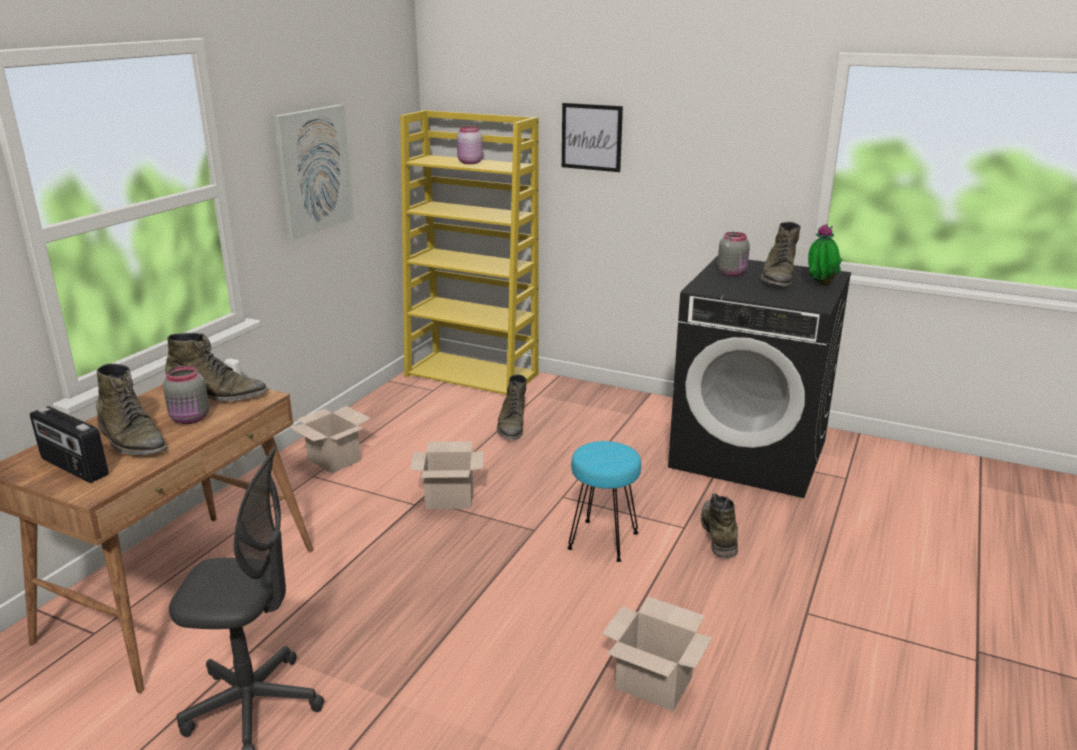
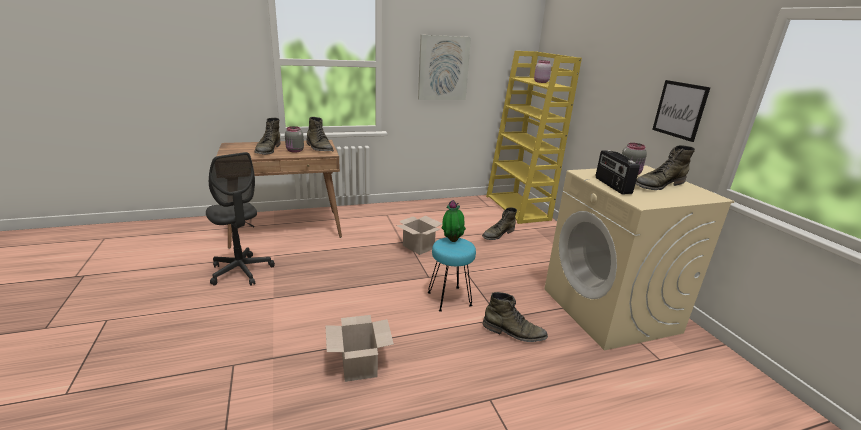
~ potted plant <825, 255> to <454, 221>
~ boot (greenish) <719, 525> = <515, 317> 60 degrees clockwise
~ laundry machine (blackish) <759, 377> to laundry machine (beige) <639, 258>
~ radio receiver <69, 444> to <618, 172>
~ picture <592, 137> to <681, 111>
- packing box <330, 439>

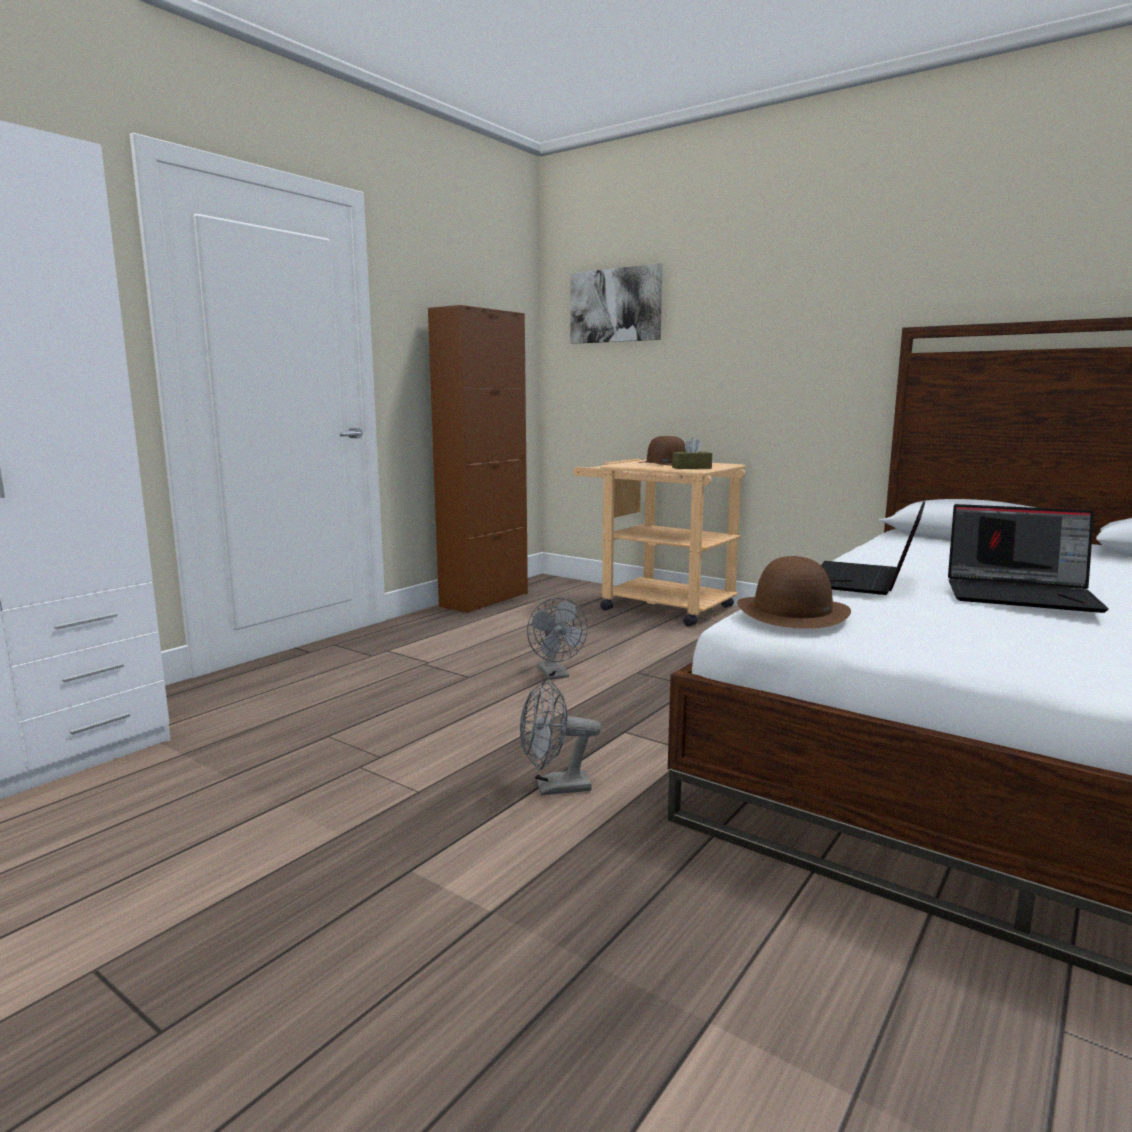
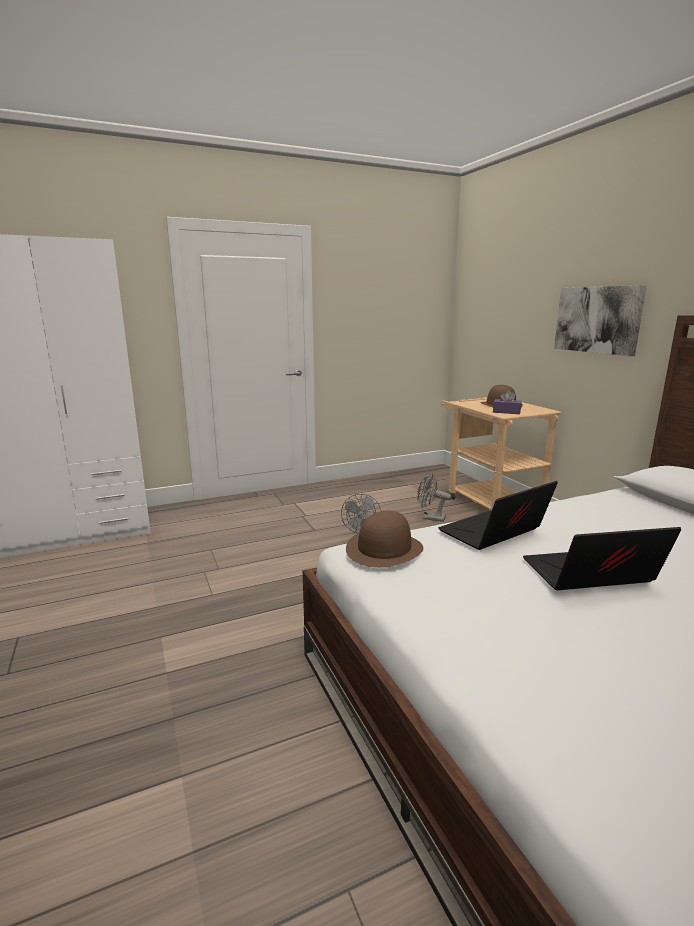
~ fan (grey) <560, 736> to <434, 497>
~ tissue box (brownish) <692, 453> to tissue box (purplish) <507, 402>
~ laptop <1028, 558> = <602, 558> 120 degrees clockwise
~ picture <616, 303> to <600, 320>
- cabinet (brownish) <478, 459>

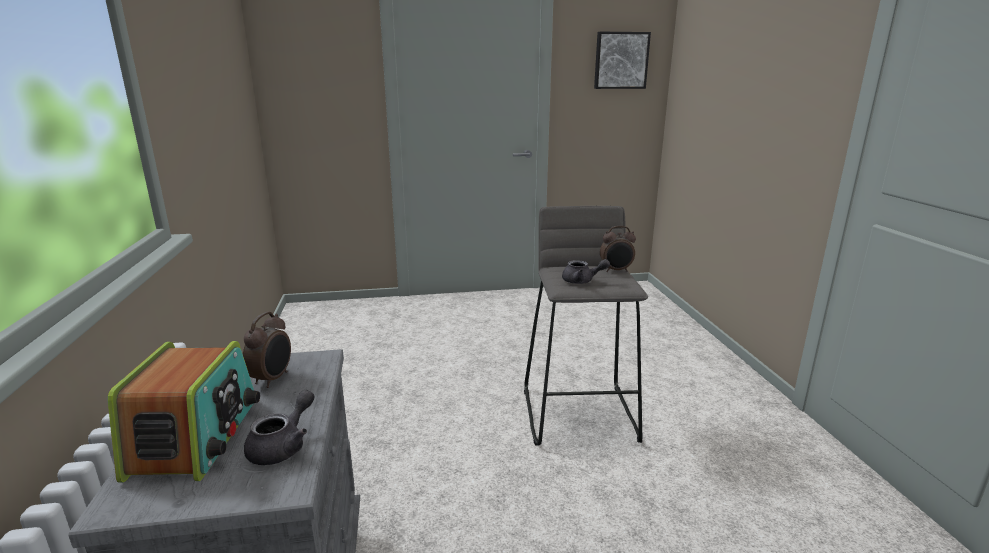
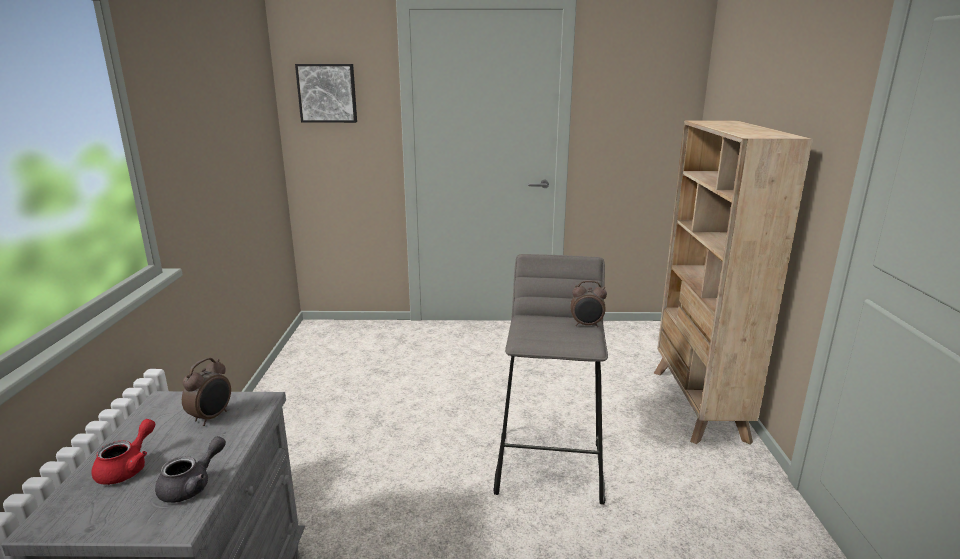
~ radio receiver <184, 412> to pot for tea (red-coloured) <123, 452>
~ picture <622, 60> to <326, 93>
+ shelving unit (beige) <733, 282>
- pot for tea (grey) <586, 271>

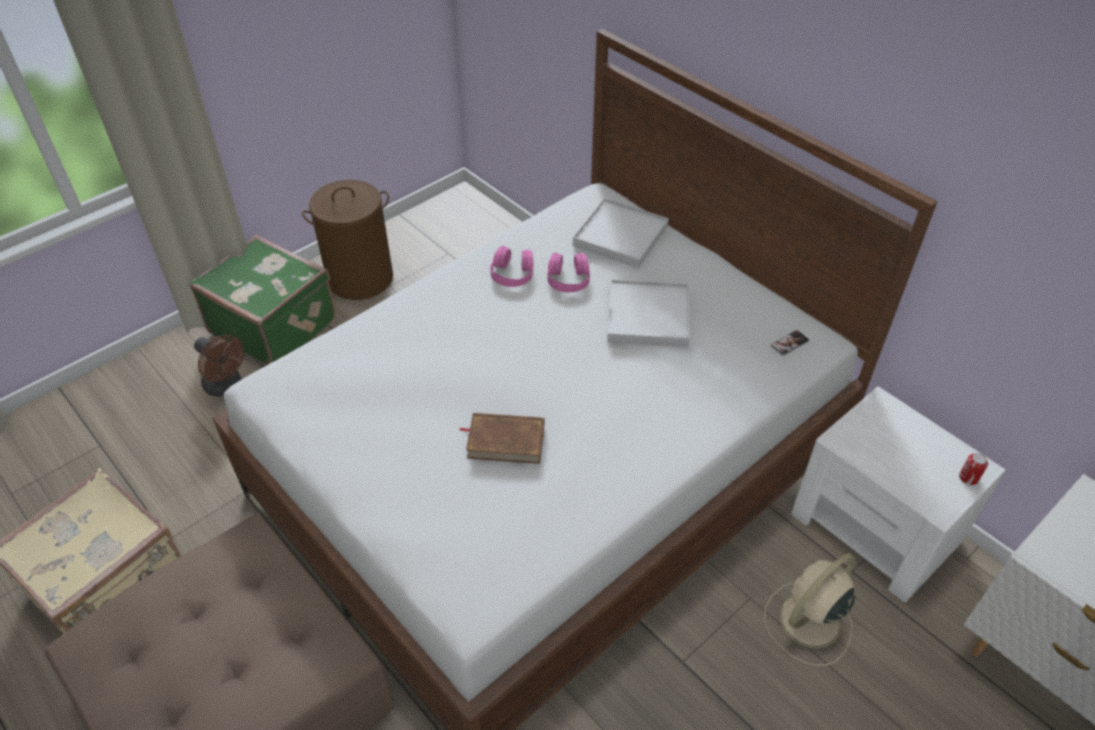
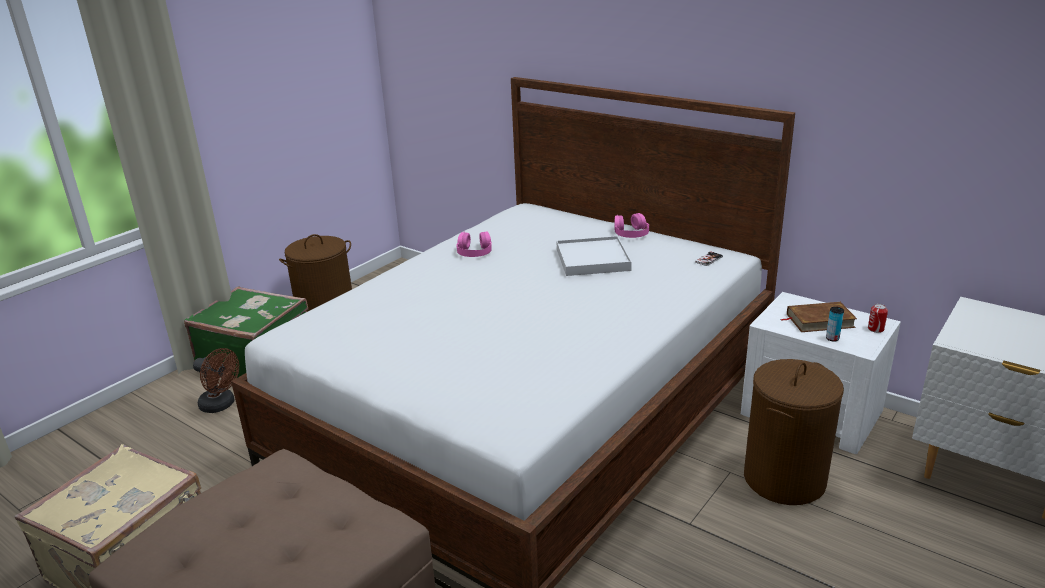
~ pair of headphones (pinkish) <568, 272> to <631, 225>
~ fan (beige) <810, 609> to washing basket (brownish) <794, 432>
~ bound book (brownish) <502, 438> to <819, 317>
+ metal can <835, 324>
- tray (whitish) <621, 233>

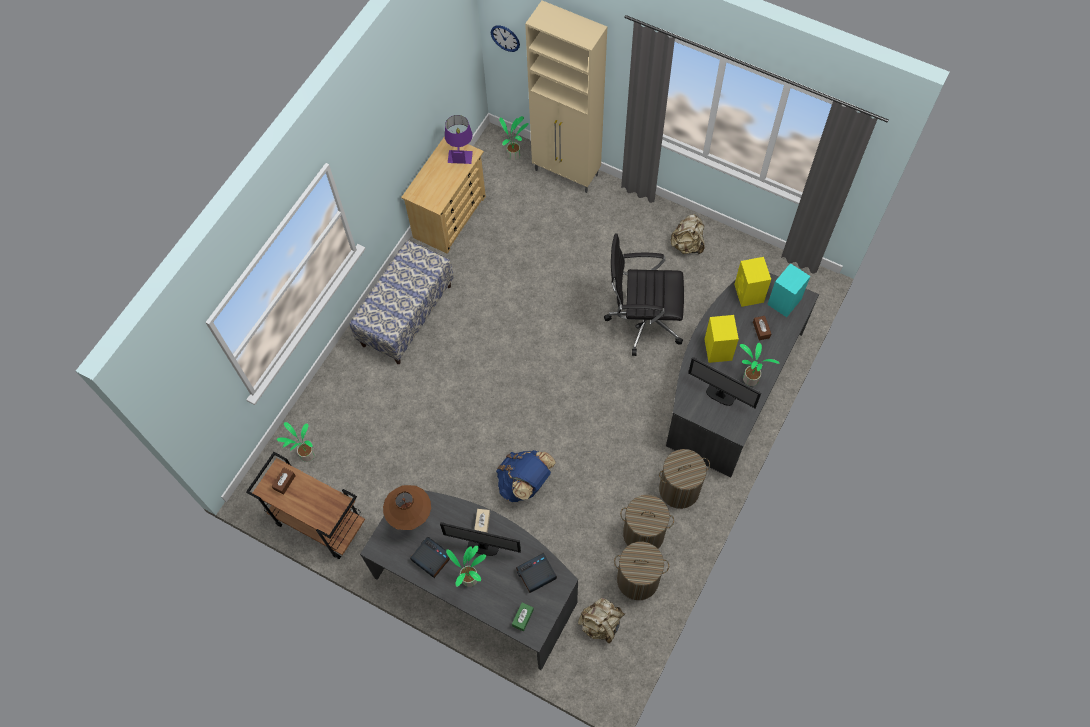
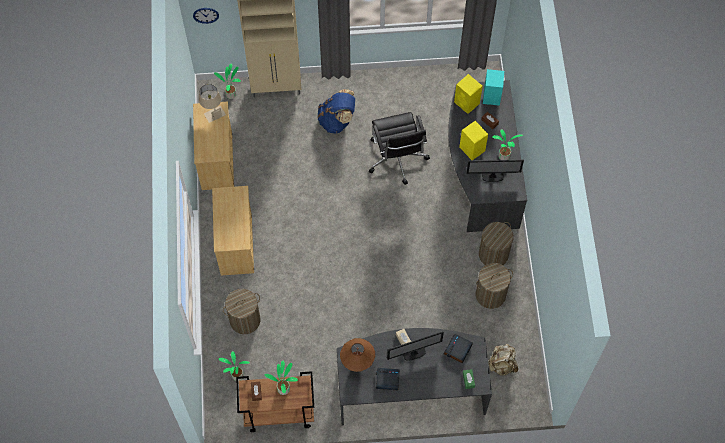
~ table lamp (purplish) <459, 139> to table lamp (beige) <212, 103>
~ indoor bench <402, 302> to drawer chest (beige) <233, 231>
~ washing basket <641, 571> to <241, 311>
~ potted plant <466, 566> to <281, 377>
~ knapsack (bluish) <526, 476> to <336, 111>
~ computer chair (blackish) <644, 294> = <399, 148> 75 degrees counterclockwise
- knapsack (beige) <688, 234>

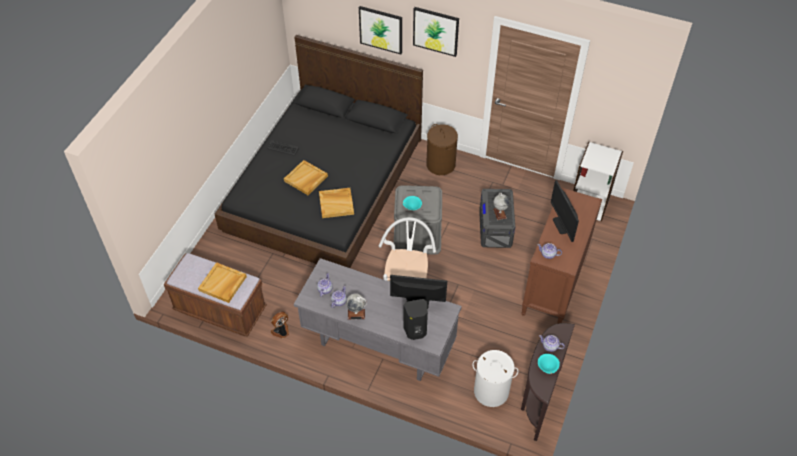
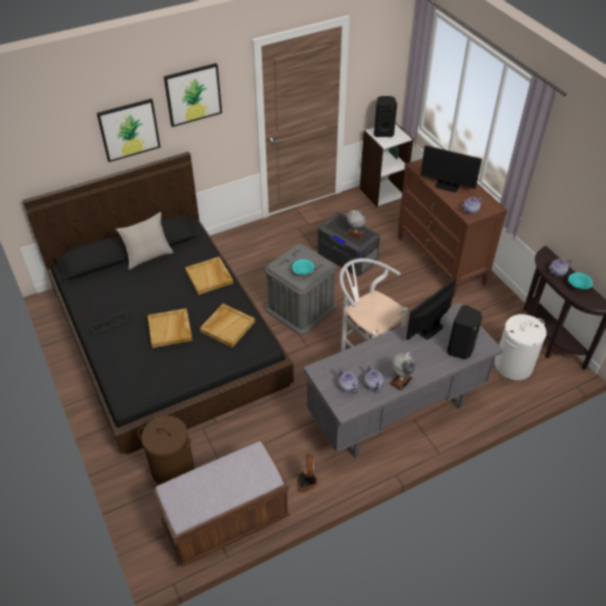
+ pillow (beige) <144, 241>
~ washing basket (brownish) <442, 149> to <166, 450>
~ tray (beige) <222, 282> to <209, 276>
+ audio speaker (blackish) <385, 116>

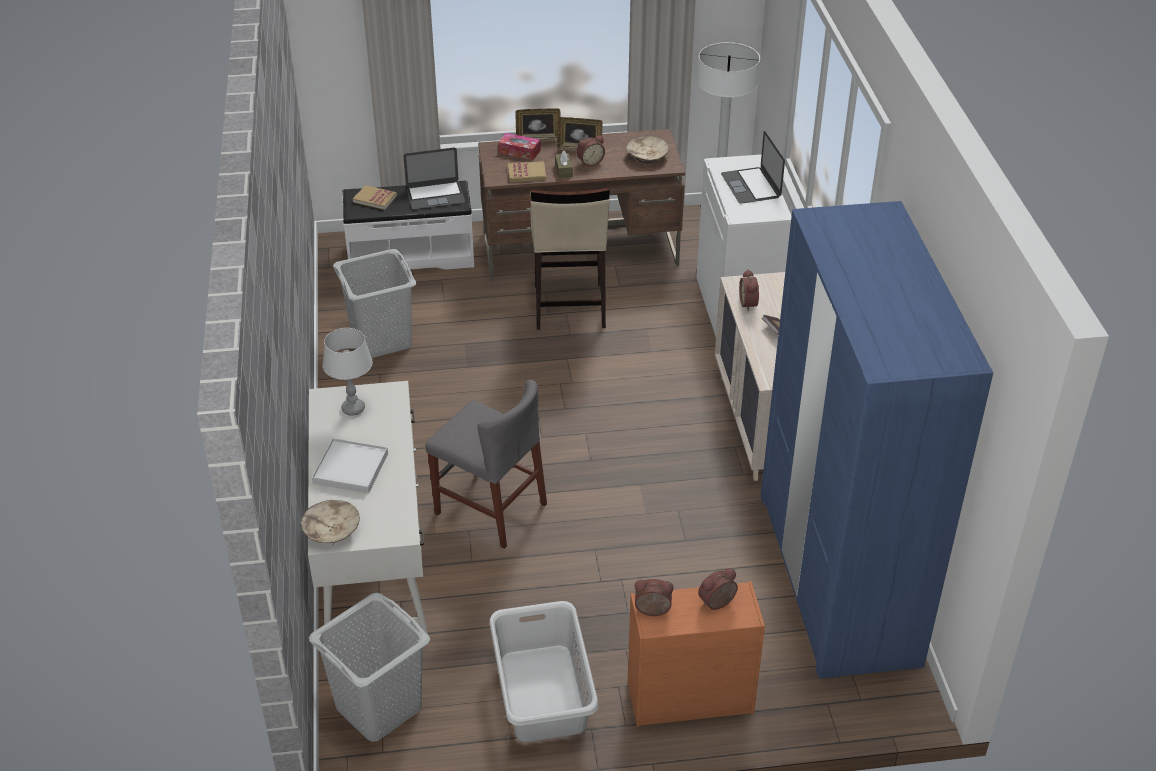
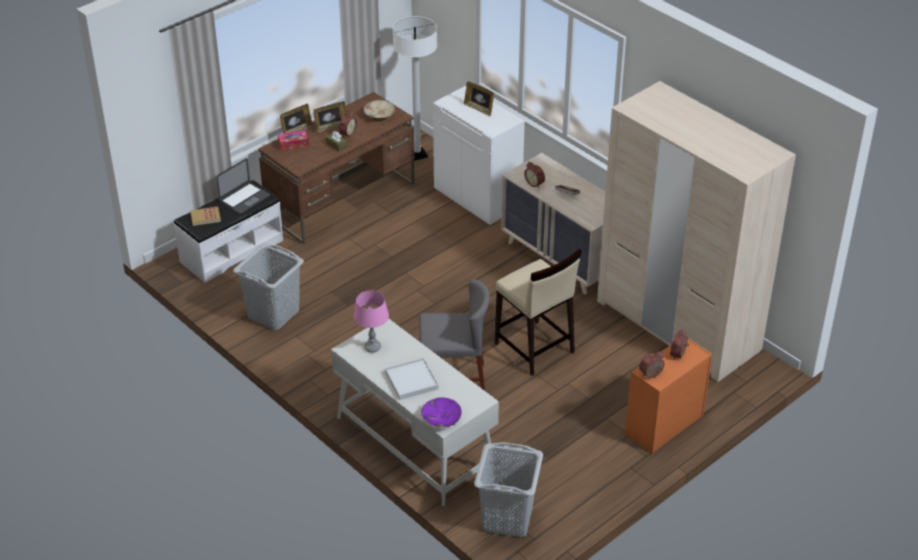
~ table lamp (grey) <348, 372> to table lamp (pinkish) <371, 322>
~ deep dish (beige) <330, 522> to deep dish (purplish) <441, 412>
~ laptop <753, 167> to picture frame <479, 99>
~ sitting stool (beige) <570, 258> to <538, 312>
~ clothes cupboard (bluish) <877, 440> to clothes cupboard (beige) <696, 231>
- washing basket (grey) <543, 671>
- bound book <527, 171>

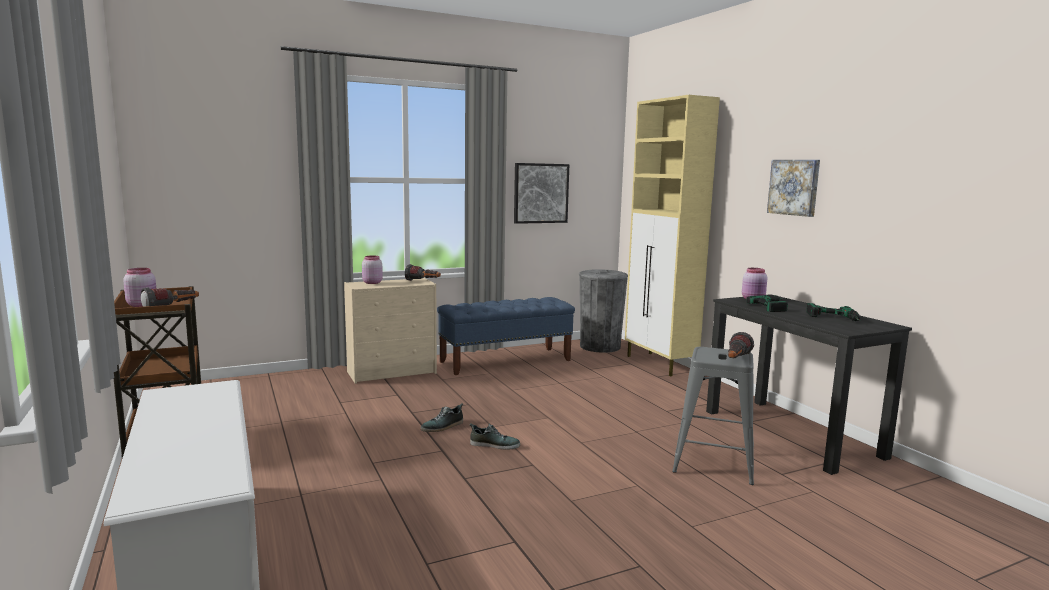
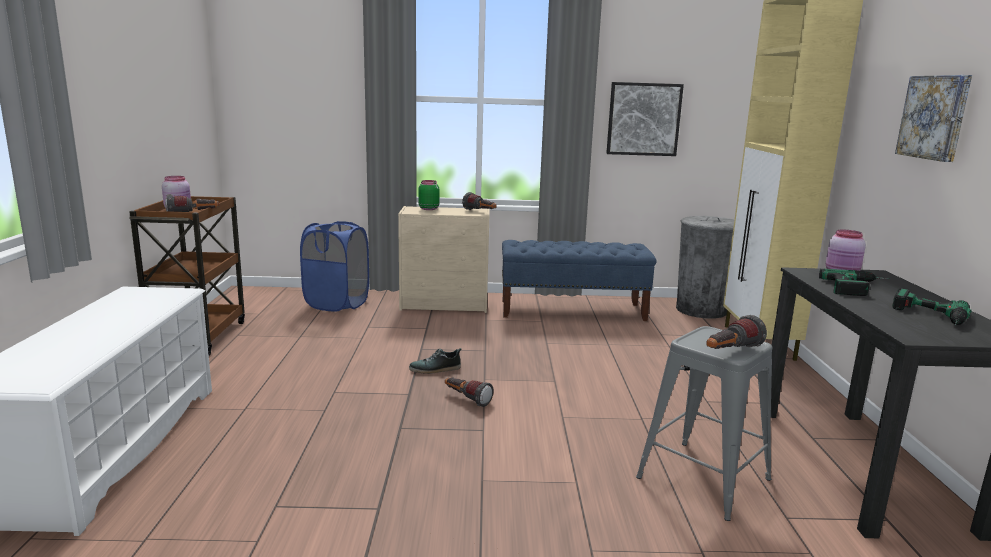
+ washing basket (bluish) <334, 266>
~ storage jar (pinkish) <372, 270> to storage jar (greenish) <429, 195>
~ low shoe <495, 436> to torch <469, 392>

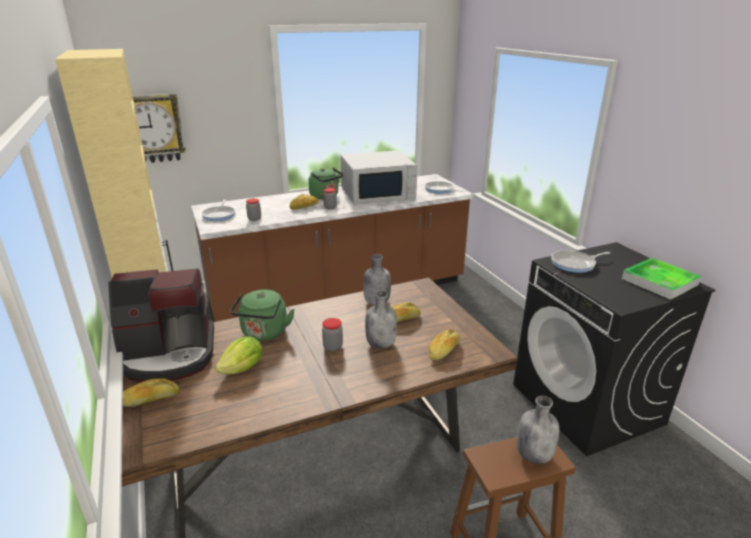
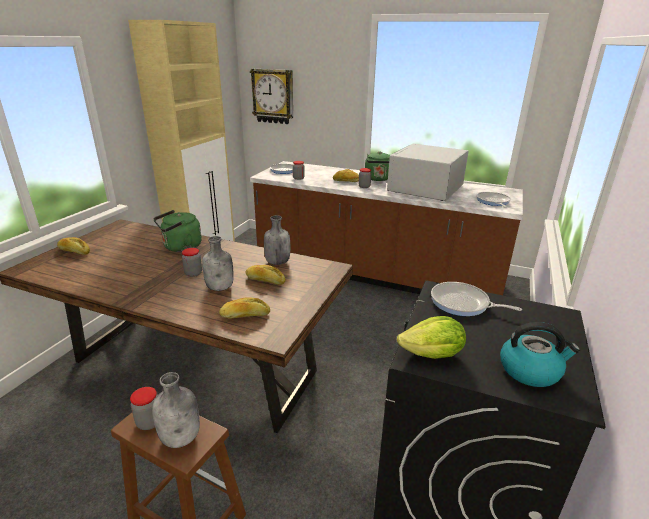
+ storage jar <144, 408>
~ microwave (whitish) <378, 177> = <428, 172> 90 degrees clockwise
~ lettuce <239, 355> to <431, 337>
~ tray <661, 279> to water kettle <540, 354>
- coffee brewer <161, 325>

